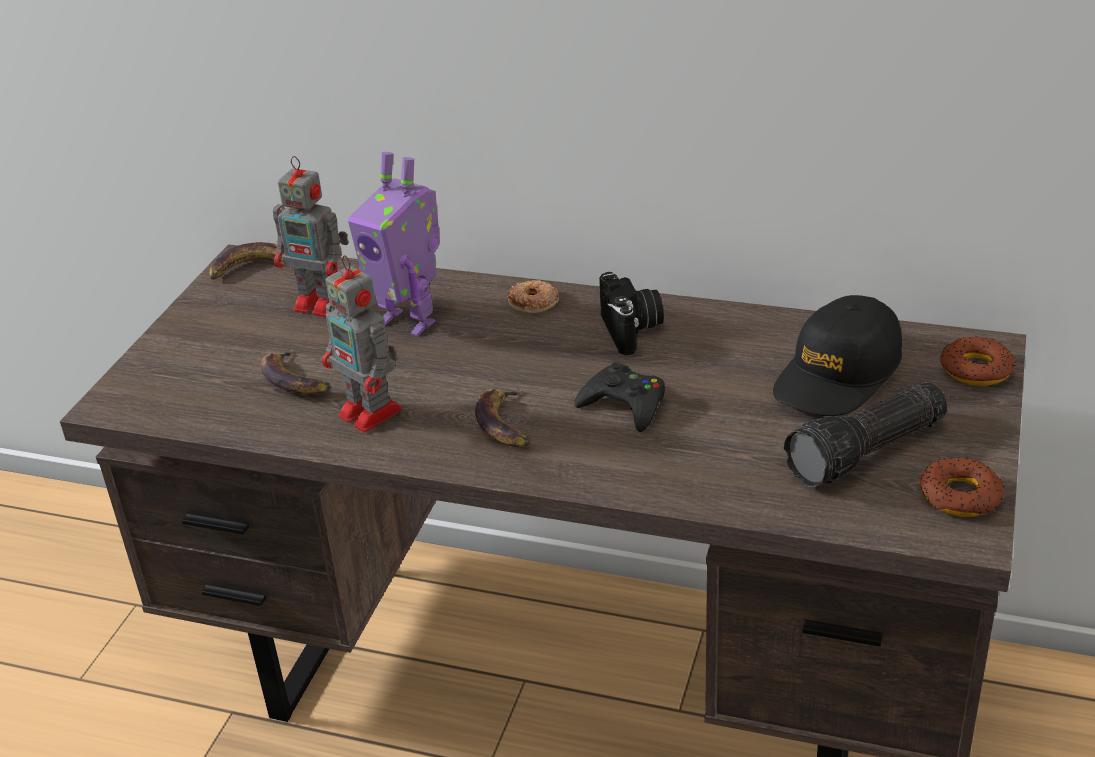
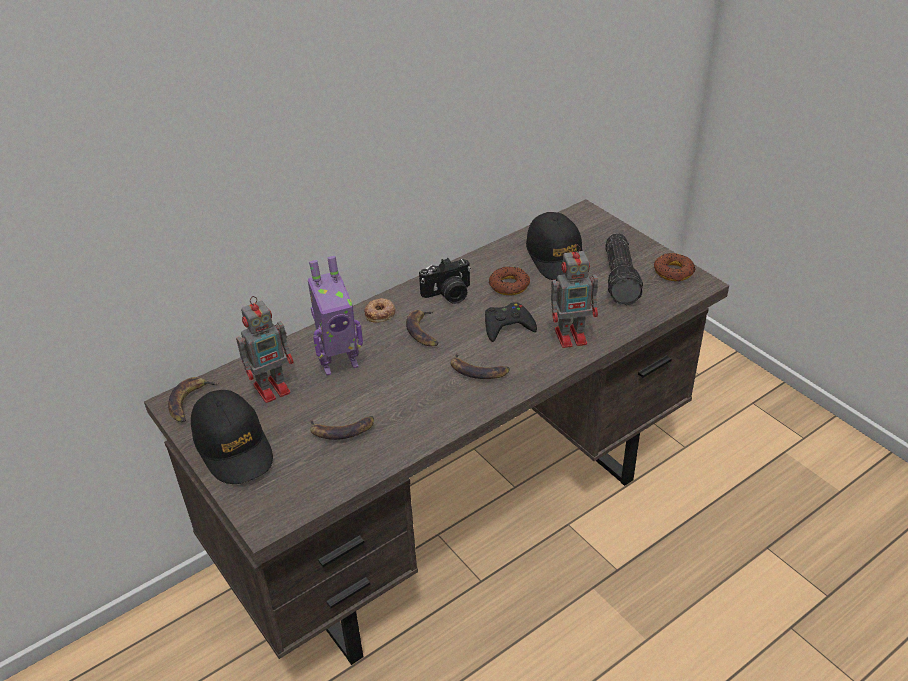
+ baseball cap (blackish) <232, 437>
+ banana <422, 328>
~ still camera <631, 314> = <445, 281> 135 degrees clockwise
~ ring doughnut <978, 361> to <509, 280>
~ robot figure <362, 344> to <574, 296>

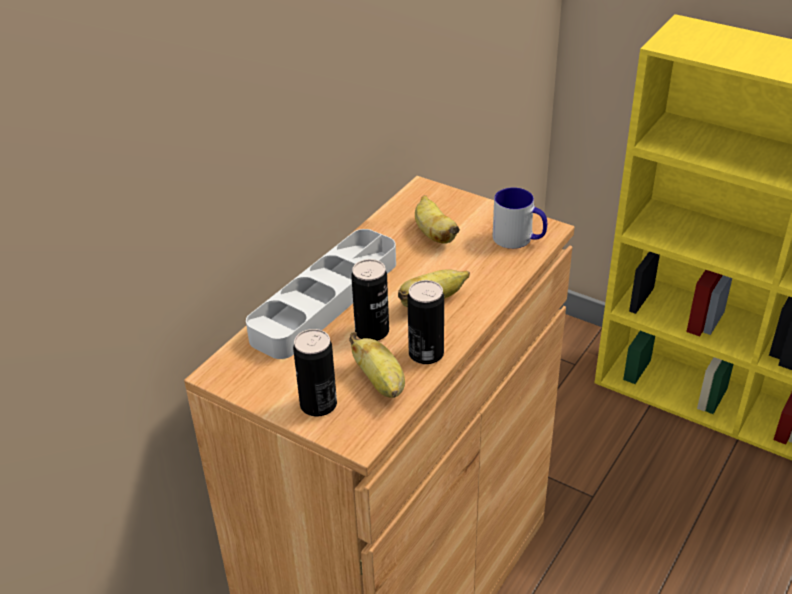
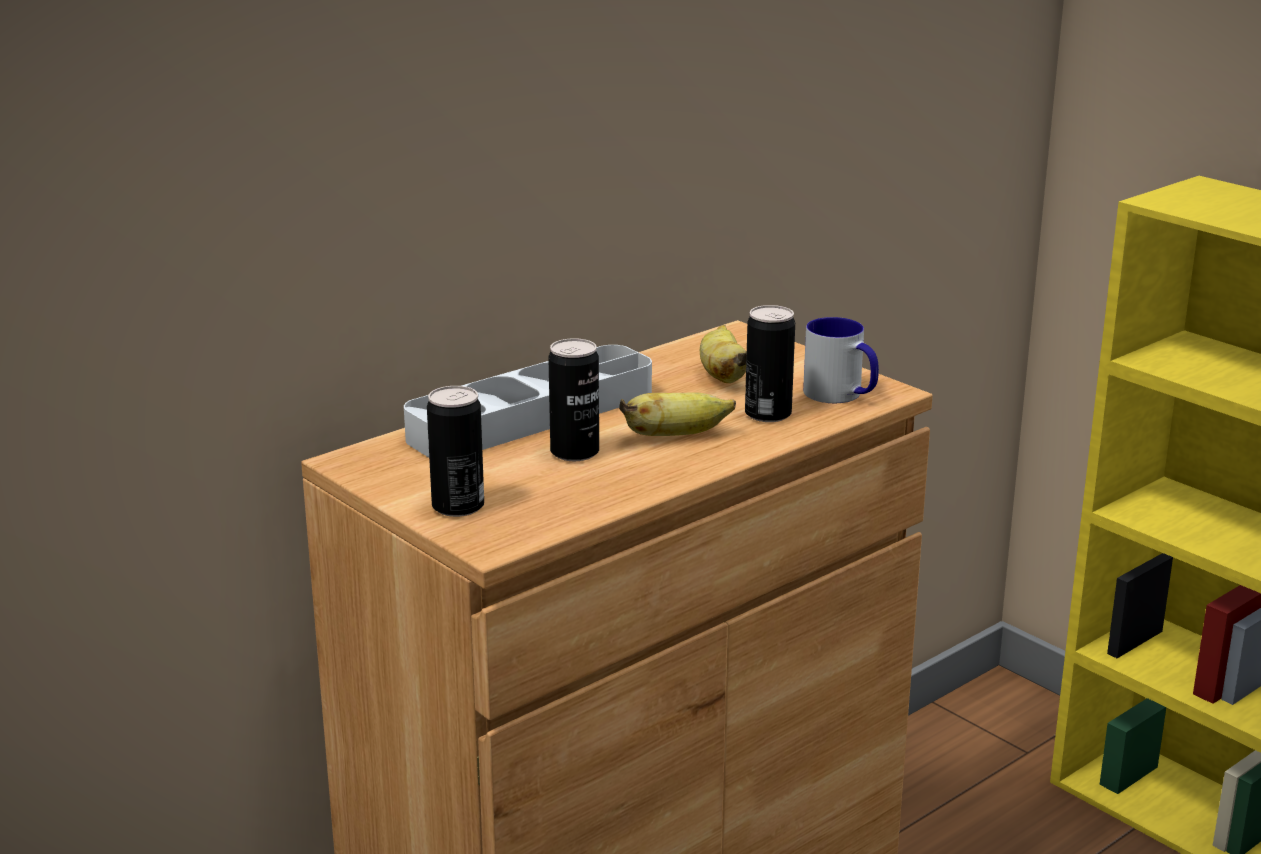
~ metal can <425, 322> to <770, 363>
- banana <377, 365>

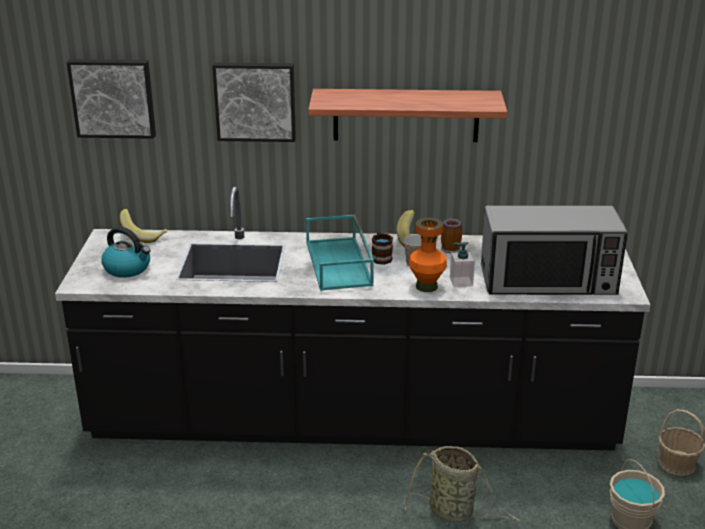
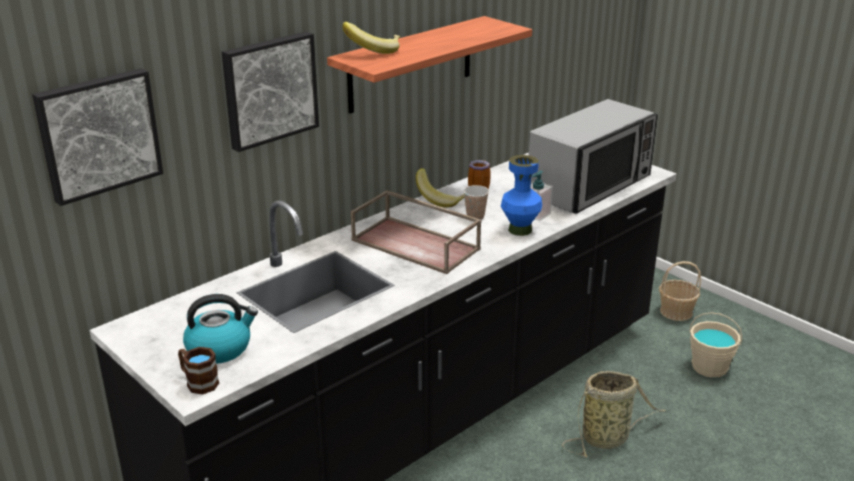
~ tea mug (brownish) <382, 248> to <198, 370>
~ banana <143, 226> to <371, 38>
~ tray (turquoise-coloured) <340, 252> to tray (brownish) <416, 232>
~ flower vase (orangey) <428, 255> to flower vase (bluish) <521, 195>

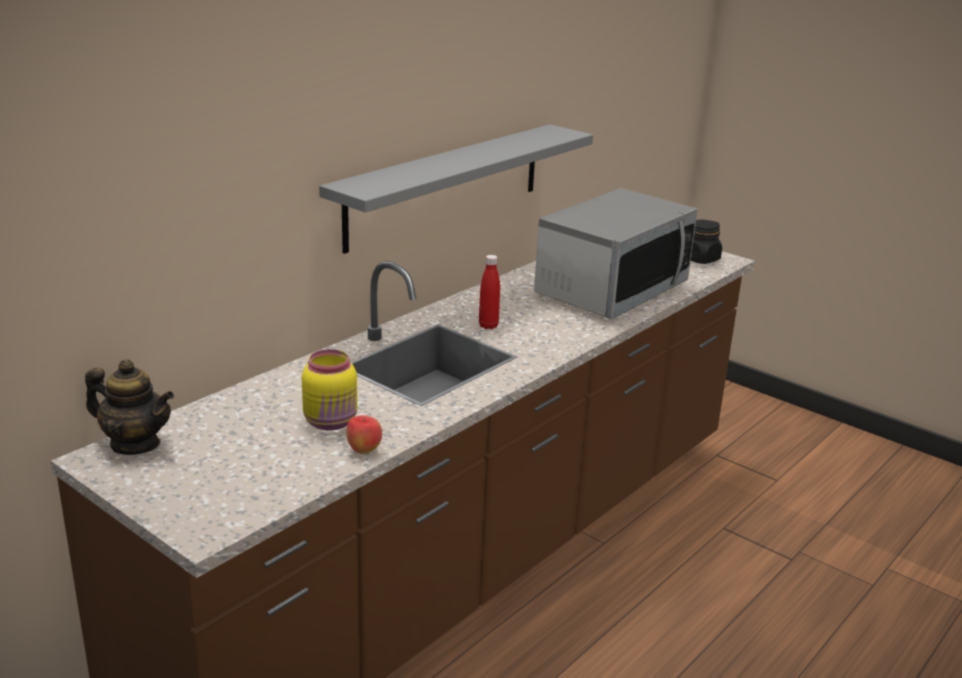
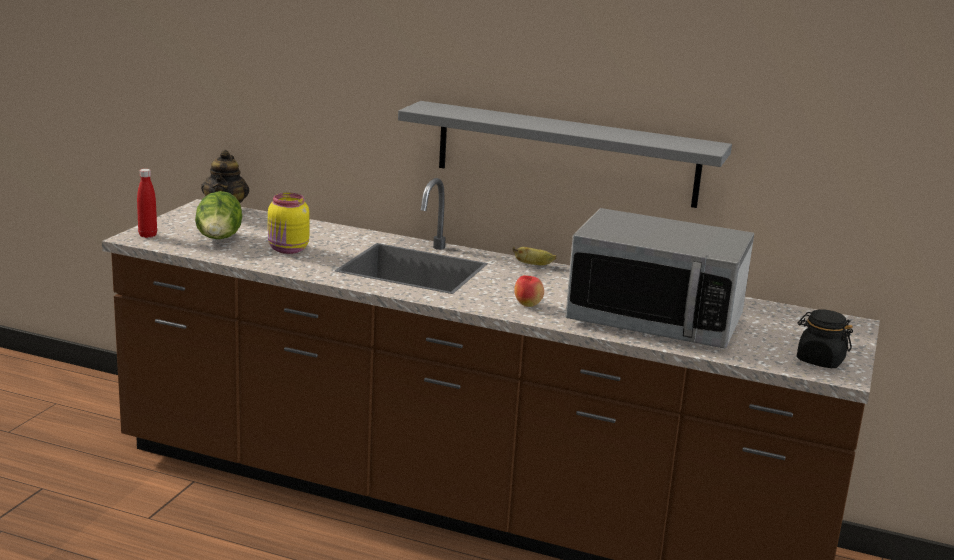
~ bottle (red-coloured) <489, 292> to <147, 203>
+ lettuce <218, 215>
+ banana <535, 256>
~ whole apple <364, 434> to <529, 291>

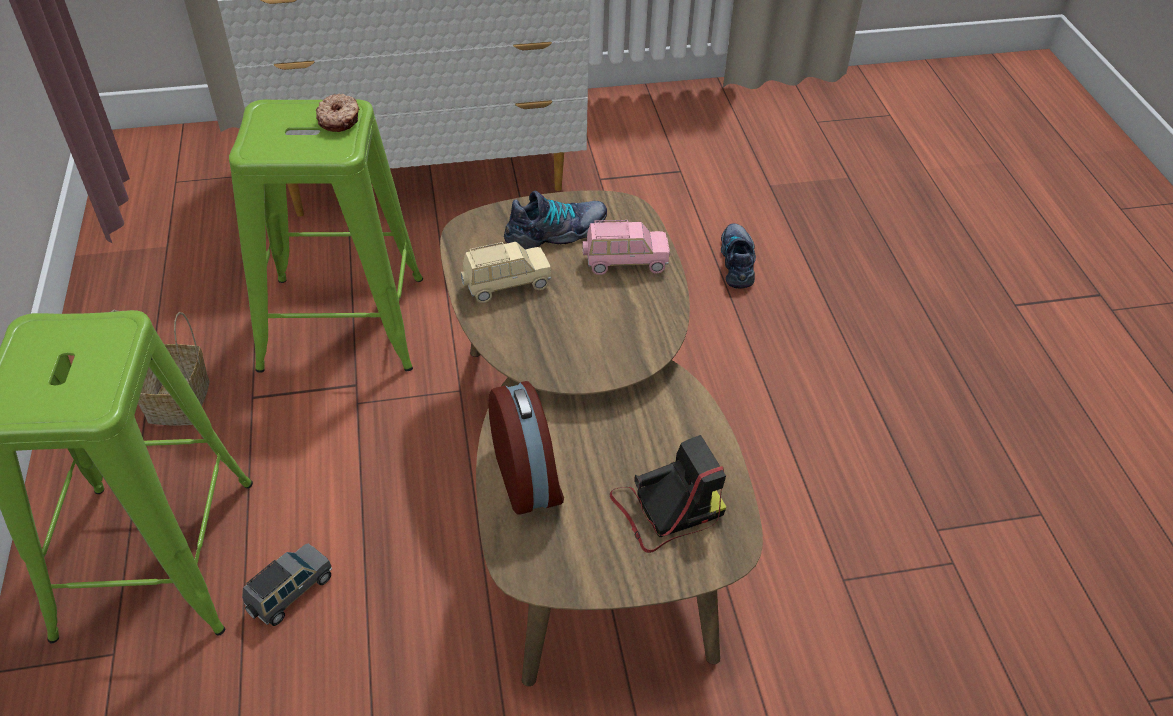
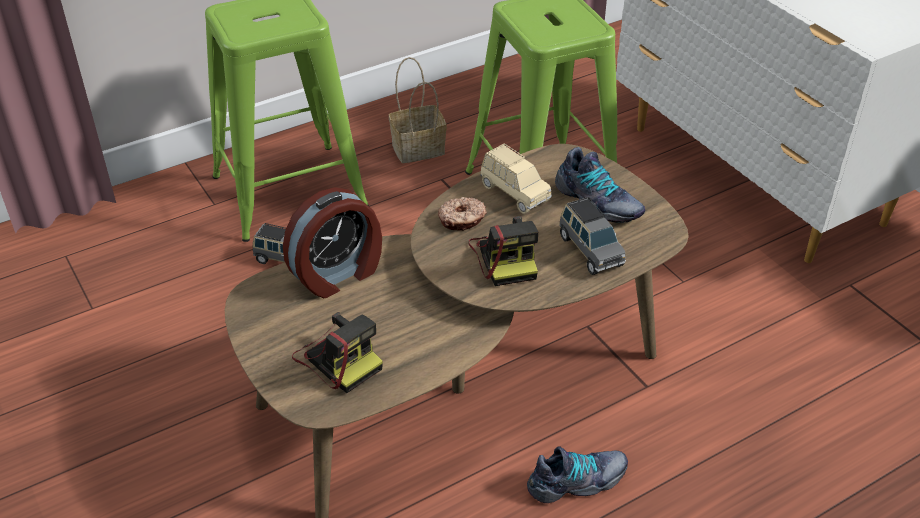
~ ring doughnut <337, 113> to <462, 214>
+ still camera <503, 251>
~ low shoe <738, 256> to <577, 474>
~ toy car (pinkish) <626, 247> to toy car (grey) <592, 236>

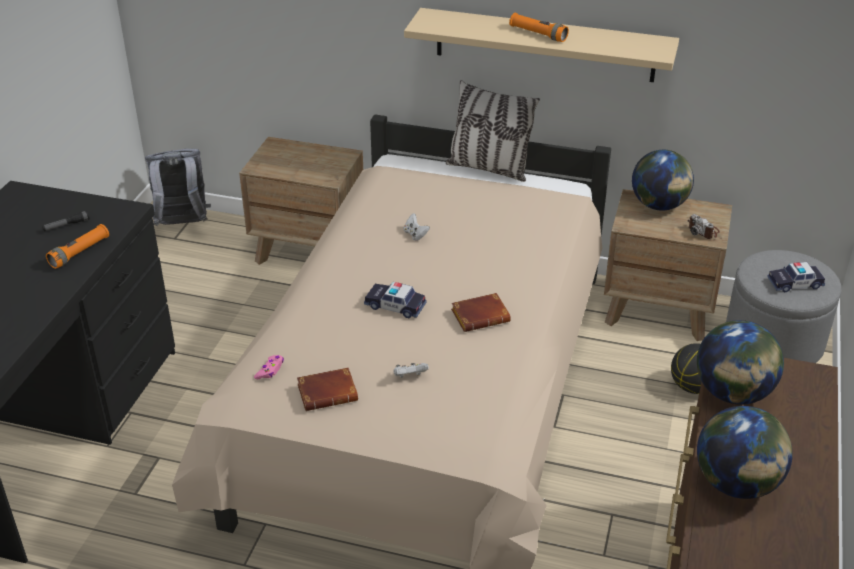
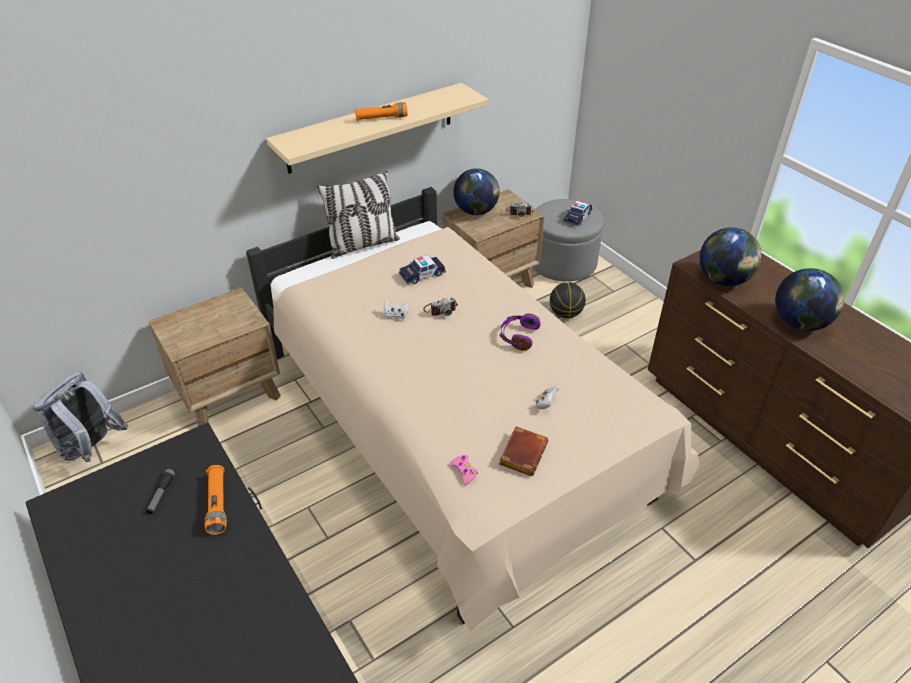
~ toy car <395, 300> to <422, 269>
+ still camera <440, 306>
~ bound book (brownish) <481, 312> to pair of headphones (purplish) <520, 332>

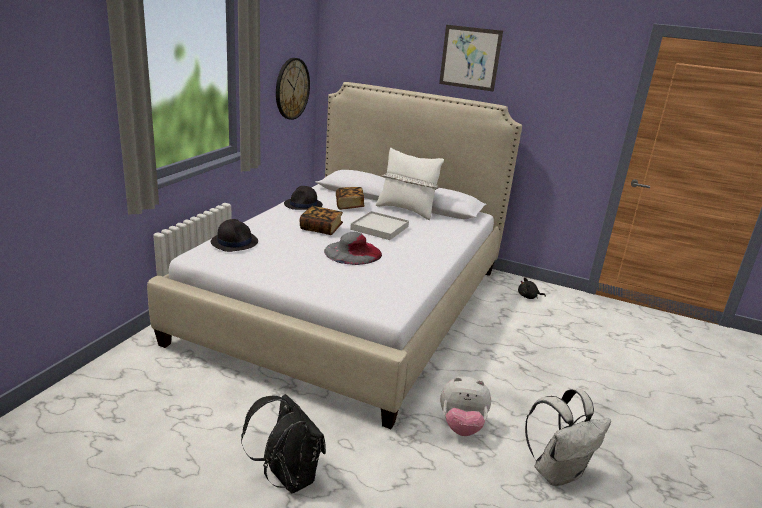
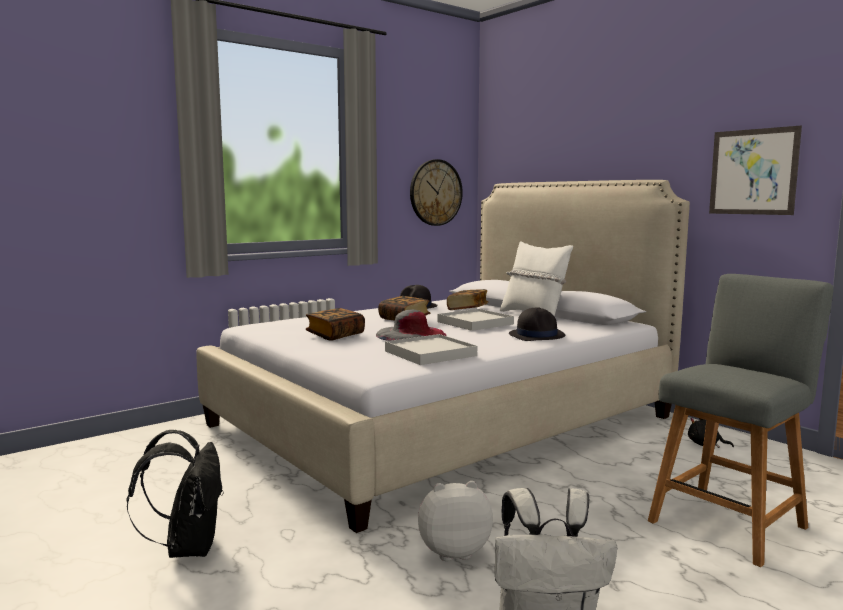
+ bound book <335, 324>
+ tray (whitish) <431, 349>
~ plush toy <465, 406> = <455, 521> 135 degrees clockwise
~ hat (blackish) <234, 235> to <537, 324>
+ upright chair (grey) <740, 420>
~ picture <471, 58> to <755, 170>

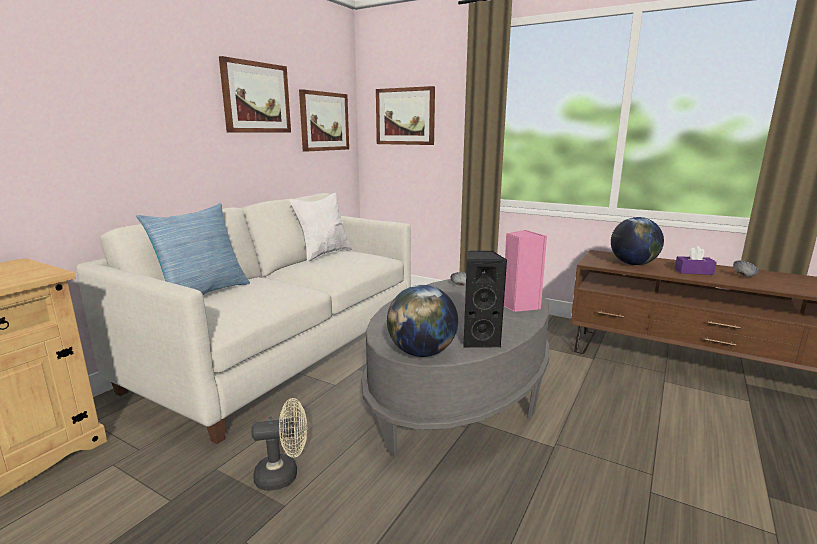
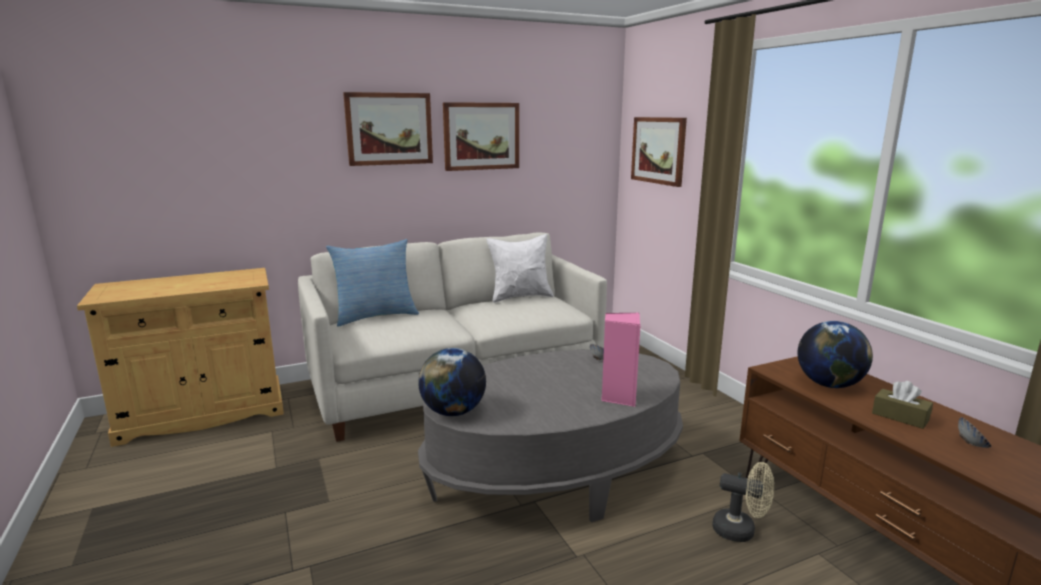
~ picture <324, 120> to <388, 129>
~ fan (beige) <279, 444> to <743, 502>
~ tissue box (purplish) <696, 260> to tissue box (brownish) <902, 405>
- audio speaker (blackish) <485, 299>

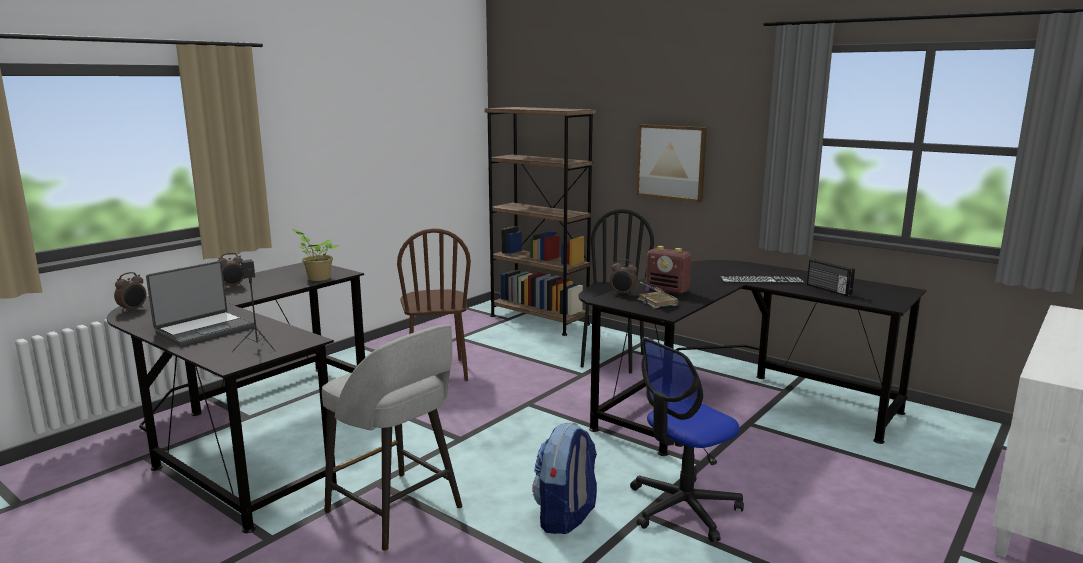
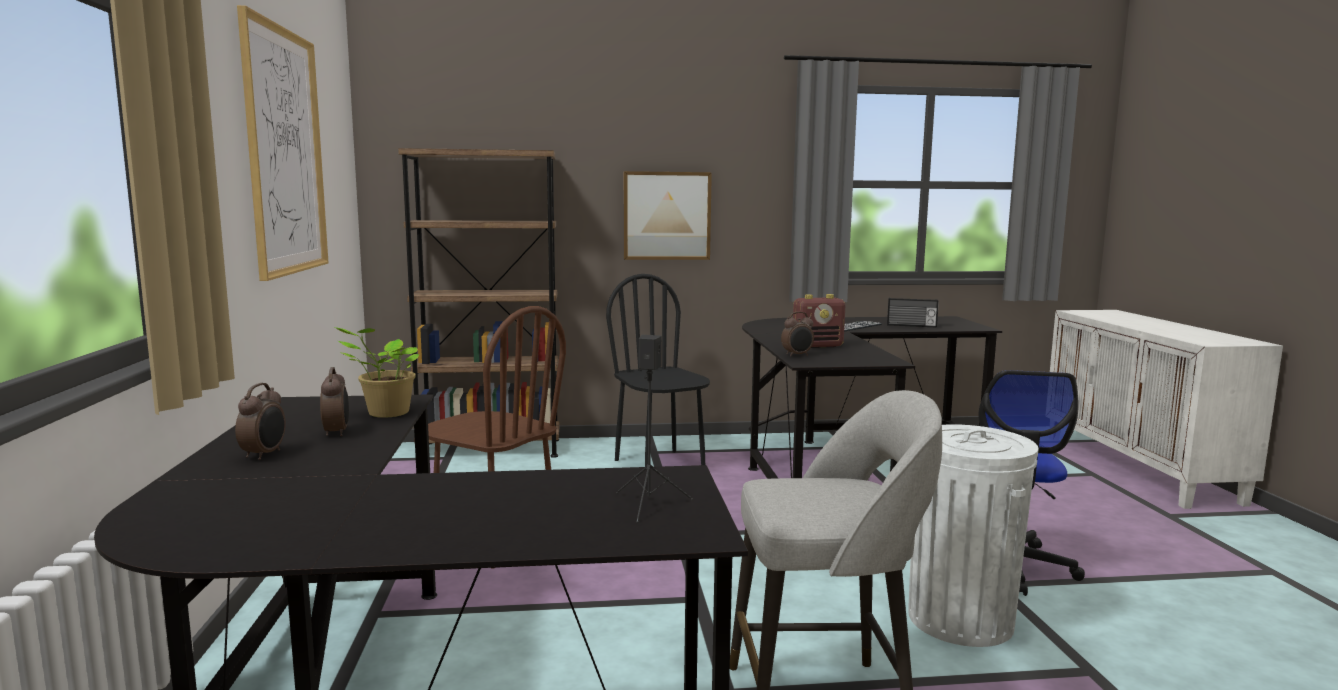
+ picture <283, 143>
~ bedside clock <130, 292> to <334, 401>
~ knapsack <565, 478> to waste bin (whitish) <973, 535>
- laptop <200, 303>
- bound book <658, 295>

